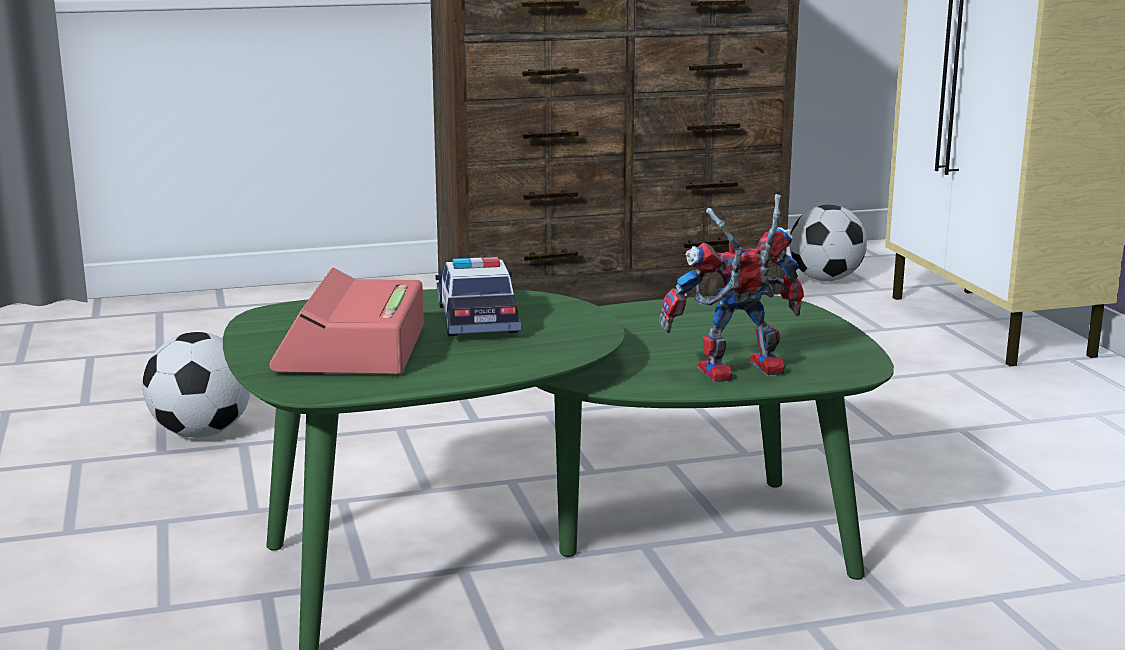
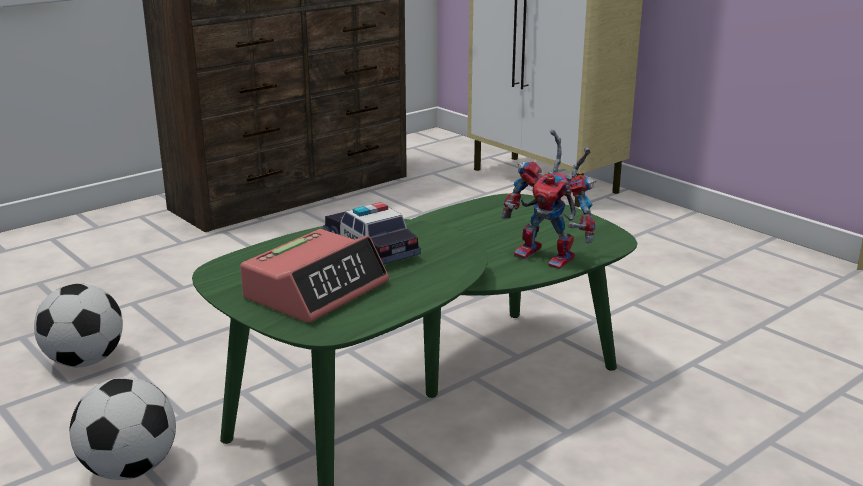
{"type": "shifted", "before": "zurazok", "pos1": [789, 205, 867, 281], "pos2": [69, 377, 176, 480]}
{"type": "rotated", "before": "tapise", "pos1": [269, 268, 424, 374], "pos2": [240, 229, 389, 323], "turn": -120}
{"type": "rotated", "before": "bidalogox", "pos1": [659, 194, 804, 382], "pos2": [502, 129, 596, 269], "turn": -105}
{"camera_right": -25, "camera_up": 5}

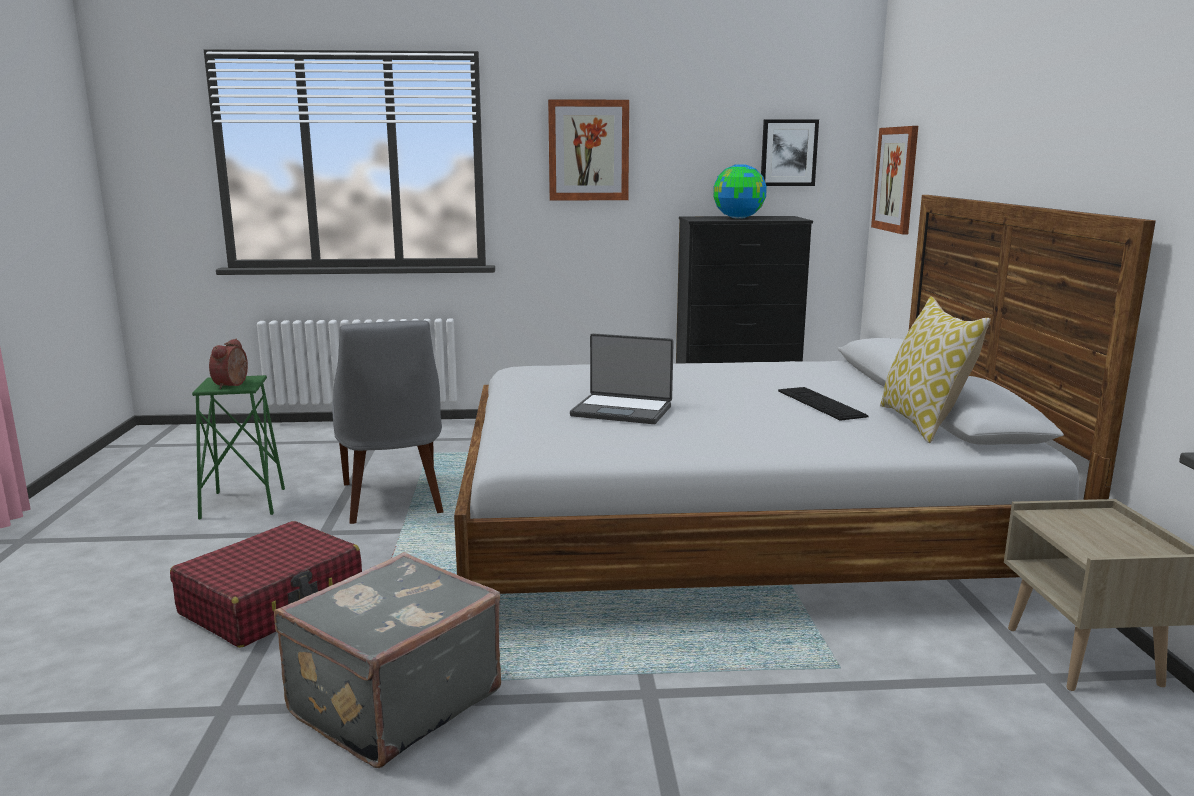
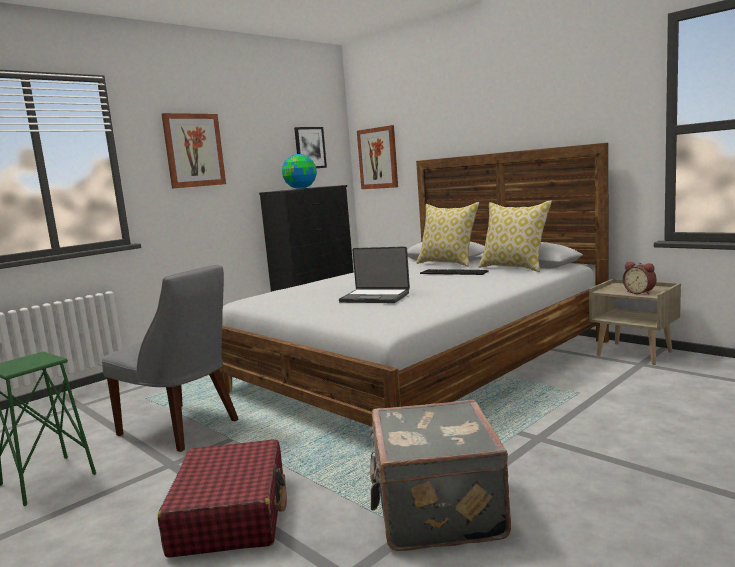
{"type": "new", "after": "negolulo", "pos2": [417, 202, 479, 267]}
{"type": "shifted", "before": "tapise", "pos1": [209, 339, 248, 389], "pos2": [623, 262, 656, 295]}
{"type": "rotated", "before": "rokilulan", "pos1": [570, 333, 674, 424], "pos2": [339, 246, 410, 303], "turn": 45}
{"camera_right": -40, "camera_up": -5}

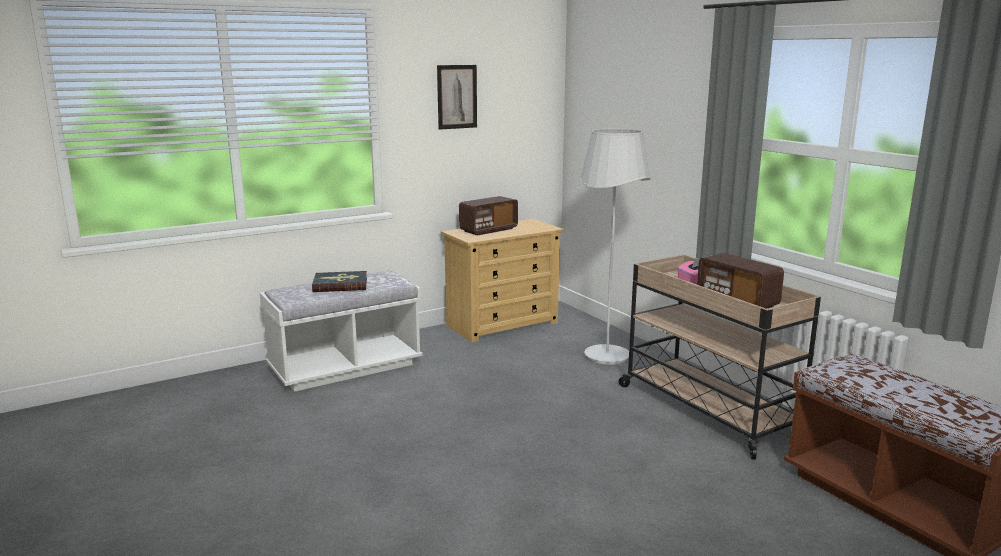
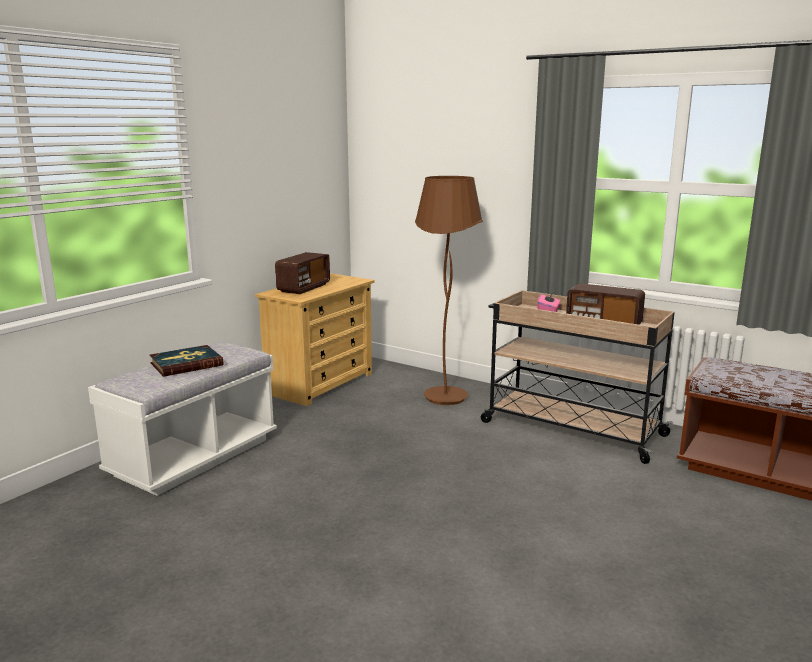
{"type": "gone", "before": "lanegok", "pos1": [437, 65, 477, 130]}
{"type": "repainted", "before": "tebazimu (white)", "after": "tebazimu (brown)", "pos1": [580, 129, 650, 365], "pos2": [415, 176, 483, 405]}
{"camera_right": -25, "camera_up": 0}

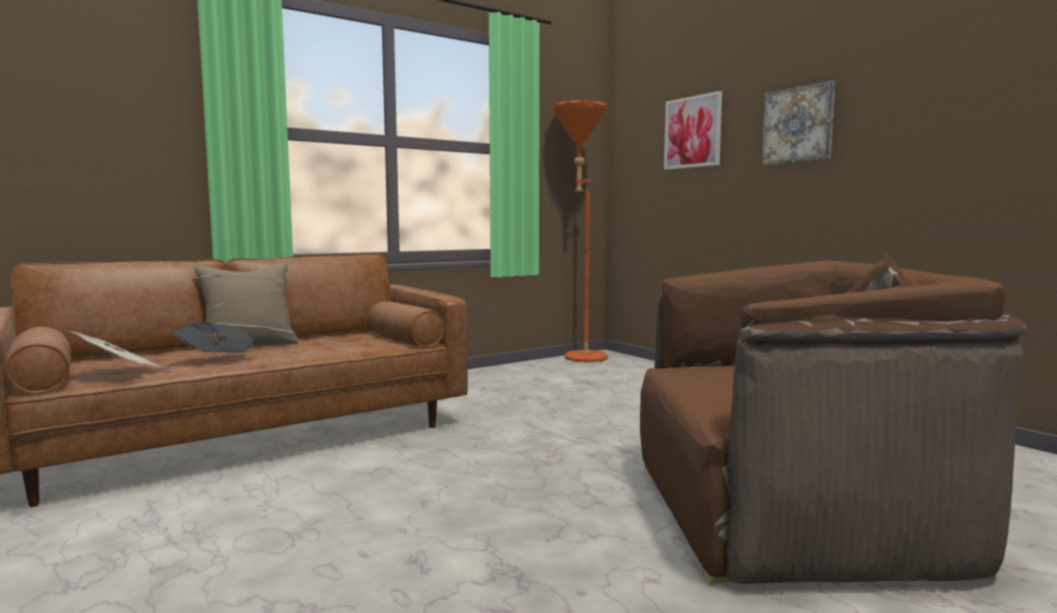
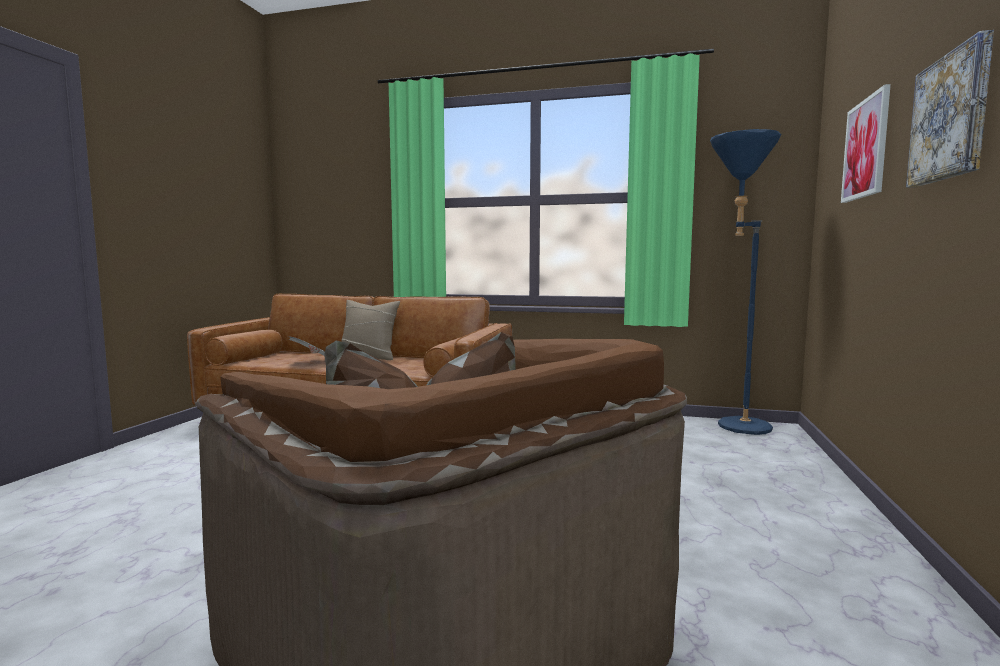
{"type": "gone", "before": "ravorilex", "pos1": [64, 330, 169, 369]}
{"type": "repainted", "before": "tebazimu (orange)", "after": "tebazimu (blue)", "pos1": [552, 101, 608, 362], "pos2": [710, 129, 781, 435]}
{"camera_right": 50, "camera_up": 0}

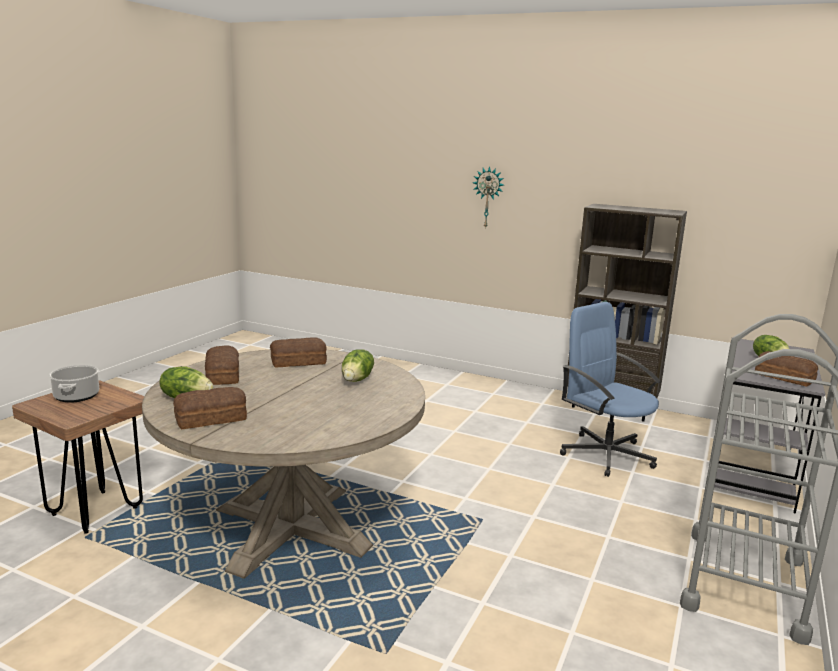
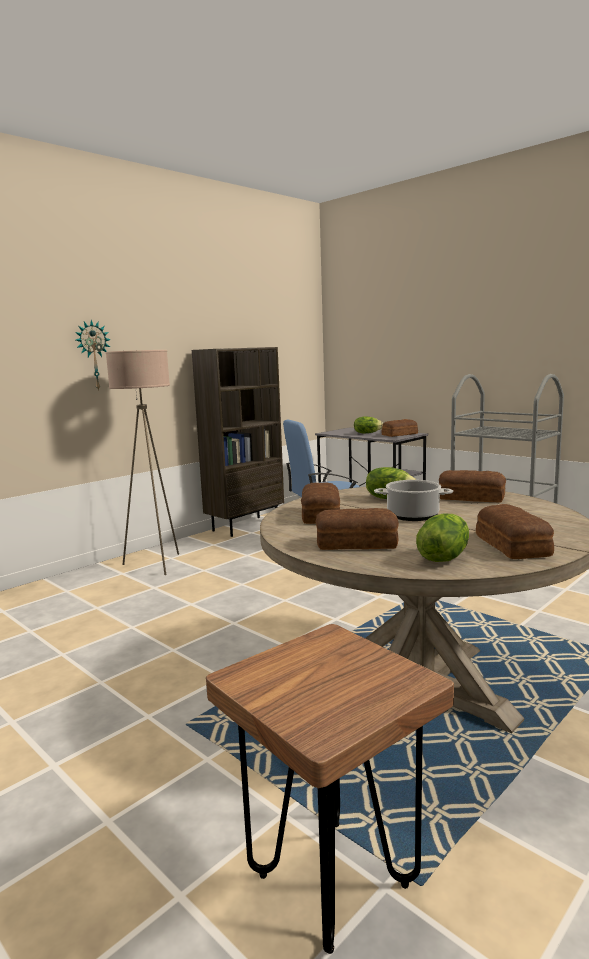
{"type": "new", "after": "tebazimu (beige)", "pos2": [106, 350, 179, 575]}
{"type": "new", "after": "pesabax", "pos2": [439, 470, 506, 502]}
{"type": "shifted", "before": "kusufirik", "pos1": [49, 365, 99, 403], "pos2": [374, 480, 453, 521]}
{"camera_right": -70, "camera_up": -5}

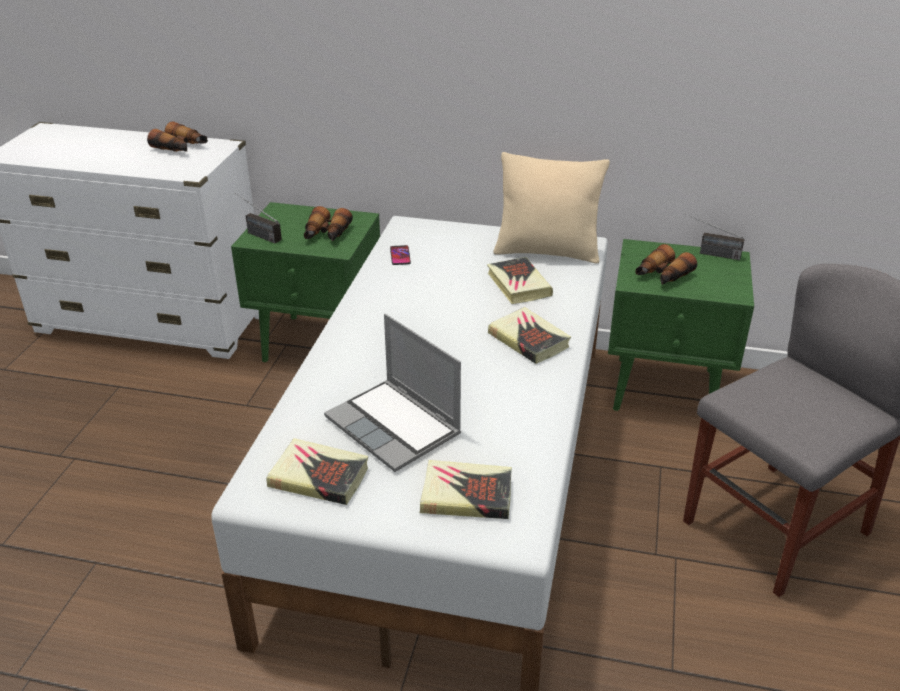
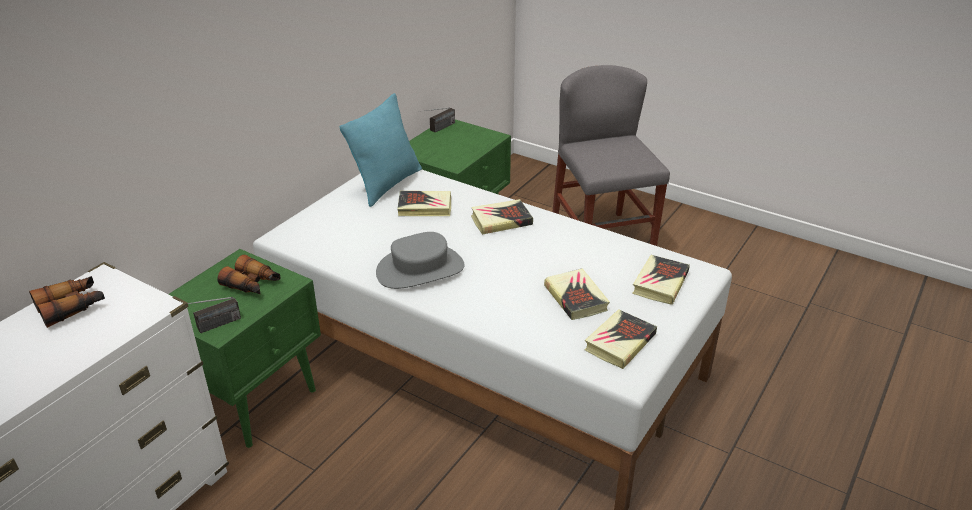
{"type": "gone", "before": "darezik", "pos1": [390, 245, 411, 265]}
{"type": "gone", "before": "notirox", "pos1": [635, 244, 697, 285]}
{"type": "new", "after": "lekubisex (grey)", "pos2": [376, 232, 465, 289]}
{"type": "swapped", "before": "rokilulan", "after": "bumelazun", "pos1": [324, 314, 461, 472], "pos2": [544, 268, 610, 320]}
{"type": "repainted", "before": "negolulo (beige)", "after": "negolulo (turquoise)", "pos1": [493, 152, 610, 264], "pos2": [340, 93, 422, 207]}
{"camera_right": -70, "camera_up": 0}

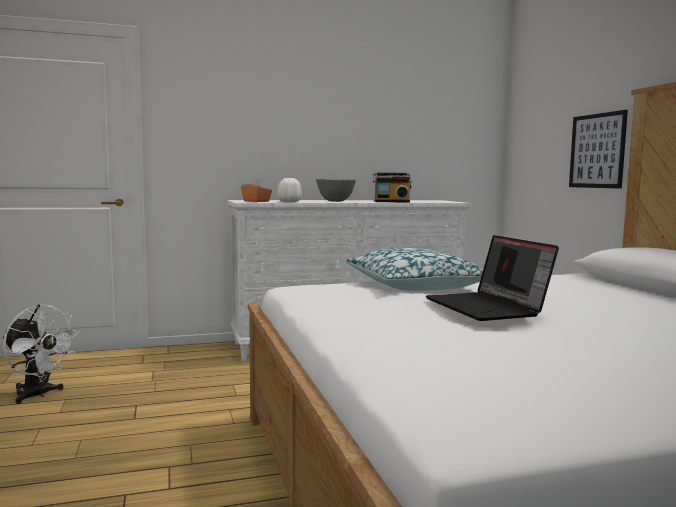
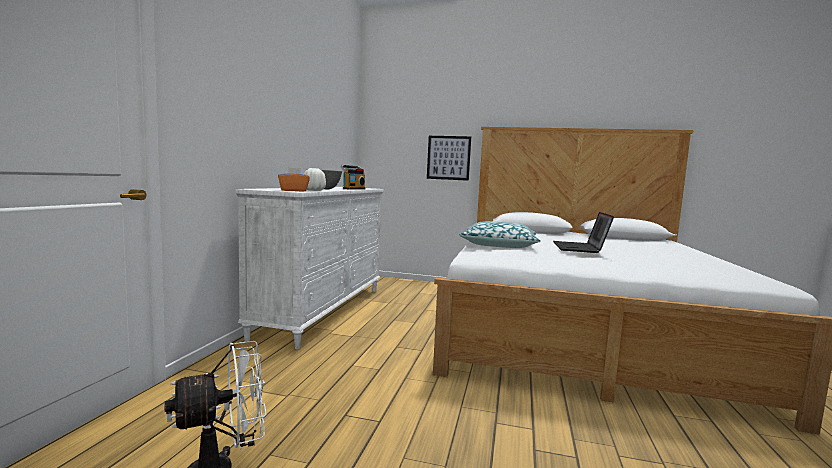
{"type": "rotated", "before": "rokilulan", "pos1": [426, 235, 559, 321], "pos2": [553, 212, 614, 253], "turn": 90}
{"camera_right": -60, "camera_up": 0}

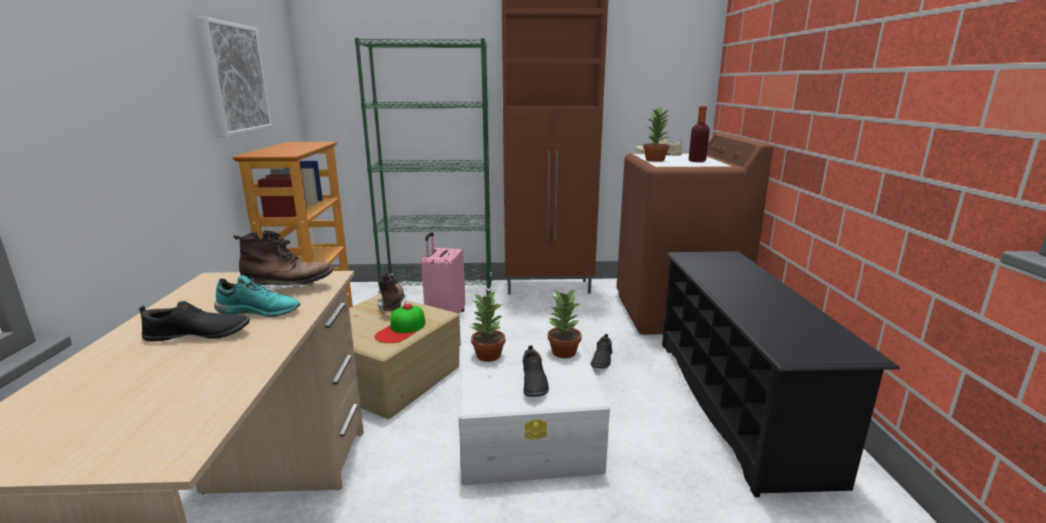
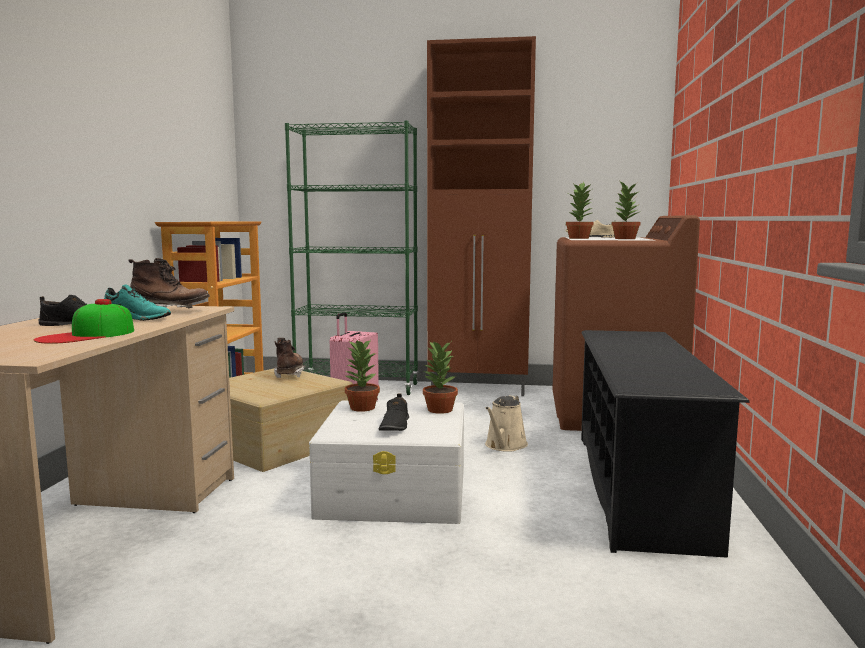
{"type": "gone", "before": "lanegok", "pos1": [197, 17, 272, 137]}
{"type": "shifted", "before": "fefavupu", "pos1": [375, 304, 425, 343], "pos2": [33, 299, 134, 344]}
{"type": "swapped", "before": "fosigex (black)", "after": "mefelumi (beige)", "pos1": [591, 334, 613, 368], "pos2": [485, 395, 528, 452]}
{"type": "swapped", "before": "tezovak", "after": "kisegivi", "pos1": [689, 106, 710, 162], "pos2": [612, 180, 641, 239]}
{"camera_right": 10, "camera_up": -10}

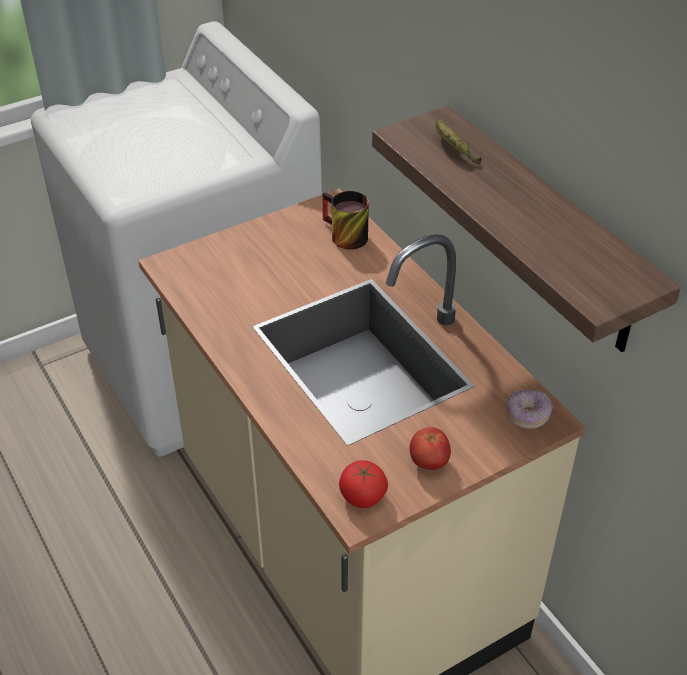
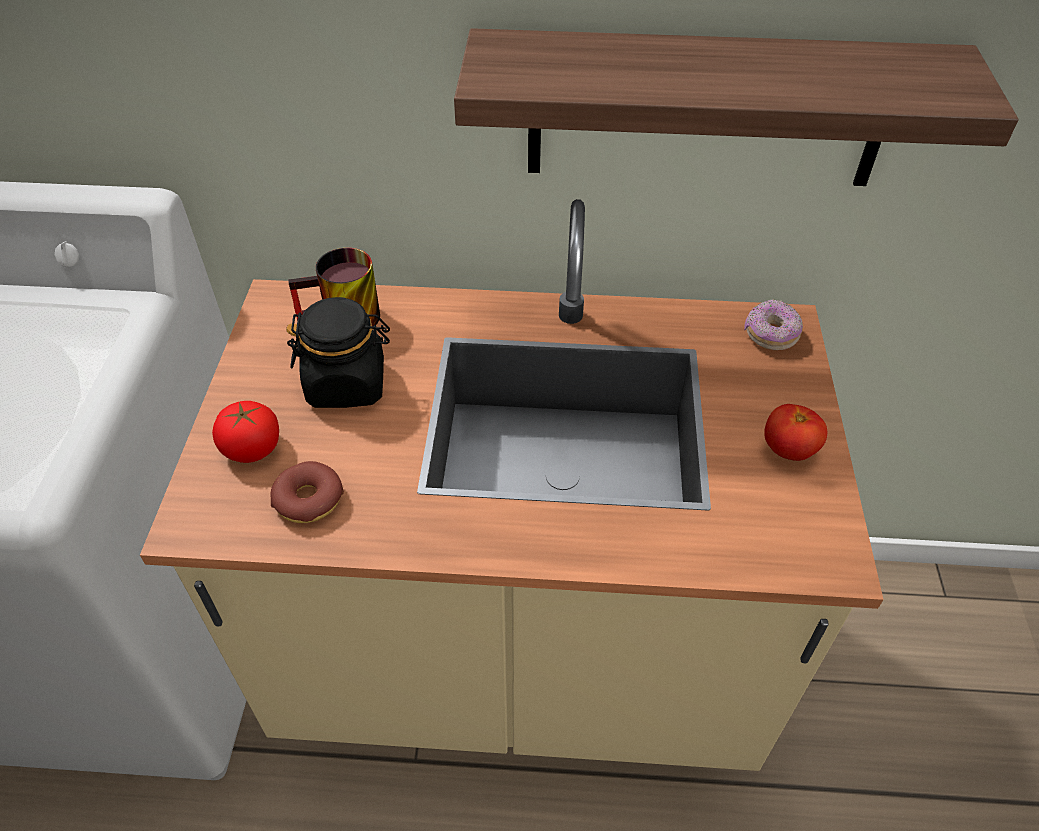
{"type": "gone", "before": "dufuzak", "pos1": [436, 119, 482, 165]}
{"type": "new", "after": "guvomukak", "pos2": [271, 461, 344, 523]}
{"type": "new", "after": "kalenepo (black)", "pos2": [286, 297, 390, 408]}
{"type": "shifted", "before": "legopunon", "pos1": [339, 460, 388, 508], "pos2": [212, 401, 279, 463]}
{"camera_right": -55, "camera_up": 5}

